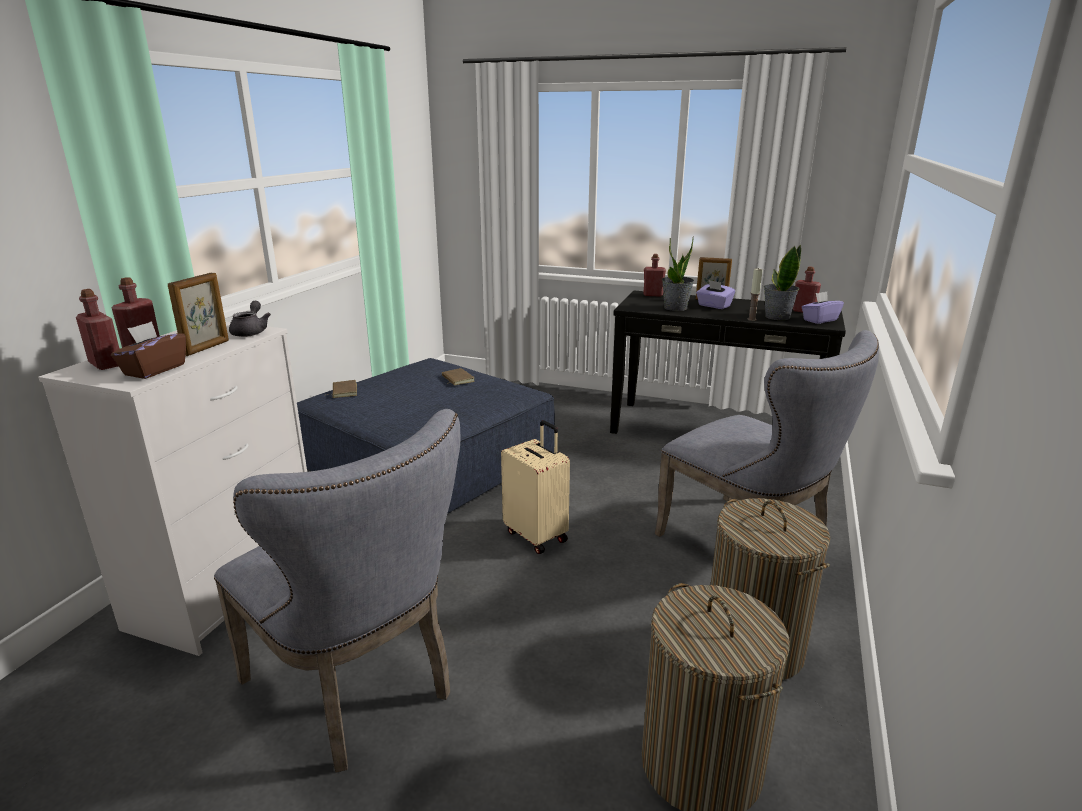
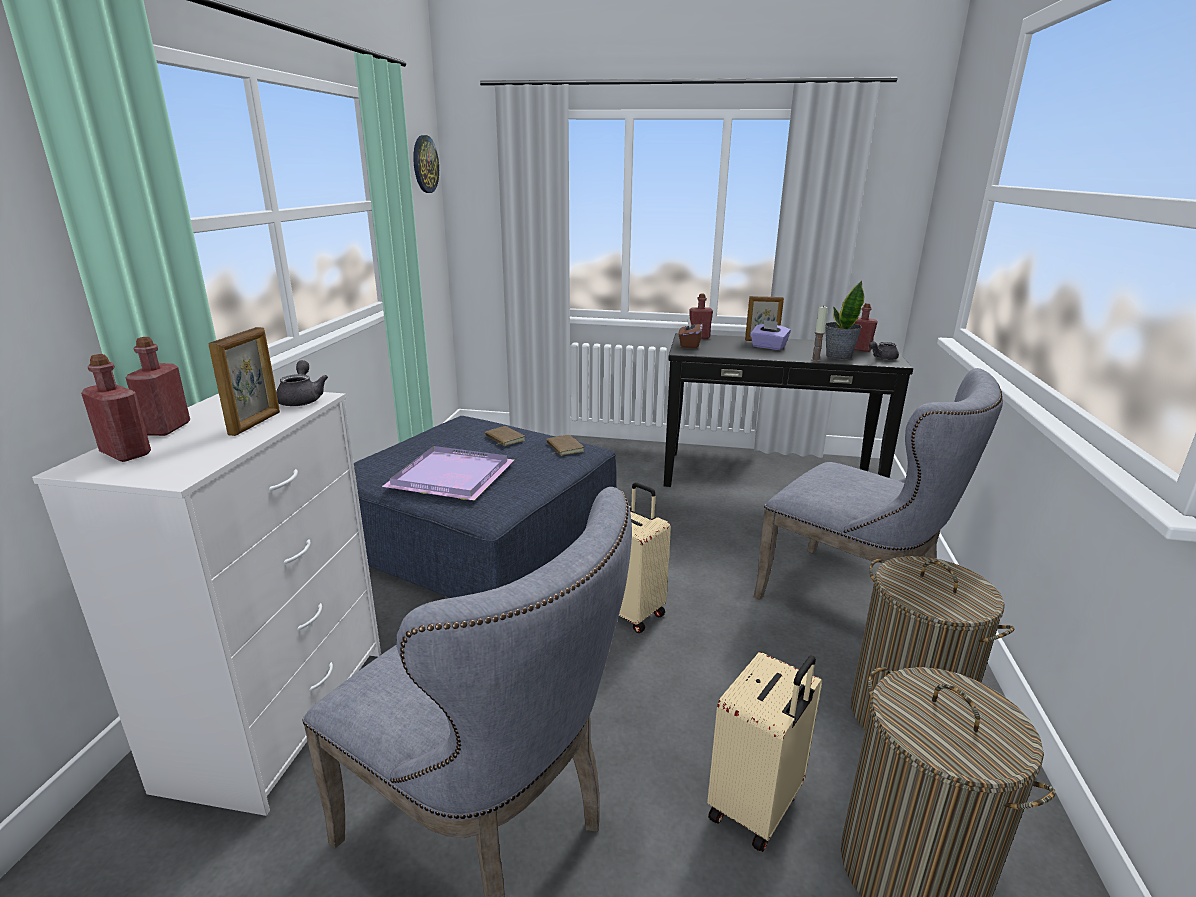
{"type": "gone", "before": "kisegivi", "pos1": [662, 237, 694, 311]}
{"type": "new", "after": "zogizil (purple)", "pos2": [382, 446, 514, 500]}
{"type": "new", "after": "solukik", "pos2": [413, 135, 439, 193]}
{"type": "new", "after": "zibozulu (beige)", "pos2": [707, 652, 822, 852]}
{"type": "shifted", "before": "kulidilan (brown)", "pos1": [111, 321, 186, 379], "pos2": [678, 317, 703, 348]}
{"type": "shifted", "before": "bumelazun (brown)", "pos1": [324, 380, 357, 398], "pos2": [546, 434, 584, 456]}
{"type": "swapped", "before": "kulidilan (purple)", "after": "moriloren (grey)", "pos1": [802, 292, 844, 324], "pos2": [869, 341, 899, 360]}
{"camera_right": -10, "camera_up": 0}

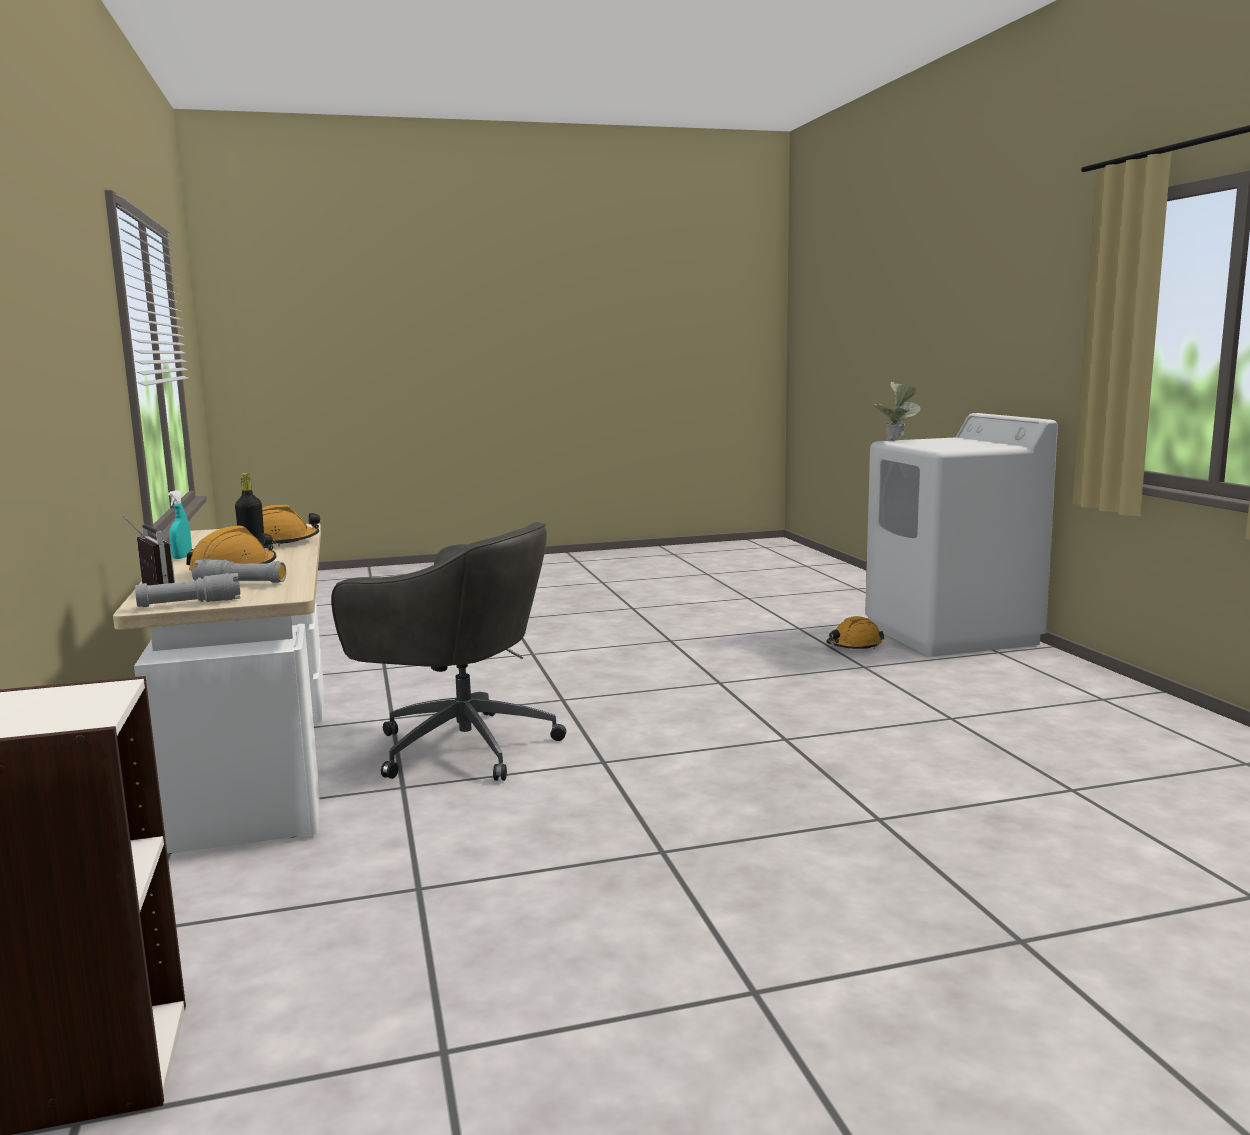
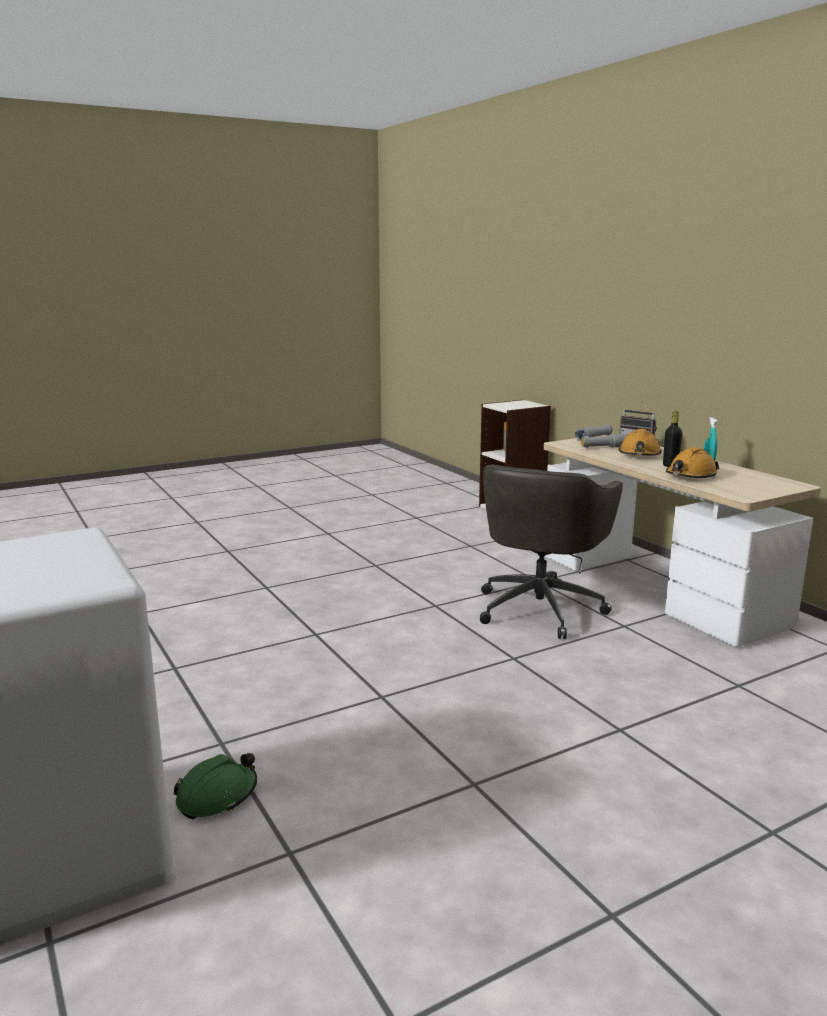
{"type": "gone", "before": "kisegivi", "pos1": [873, 382, 921, 441]}
{"type": "repainted", "before": "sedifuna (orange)", "after": "sedifuna (green)", "pos1": [826, 616, 884, 649], "pos2": [174, 753, 257, 819]}
{"type": "rotated", "before": "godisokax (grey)", "pos1": [331, 522, 566, 781], "pos2": [480, 465, 623, 639], "turn": -75}
{"camera_right": 165, "camera_up": 5}

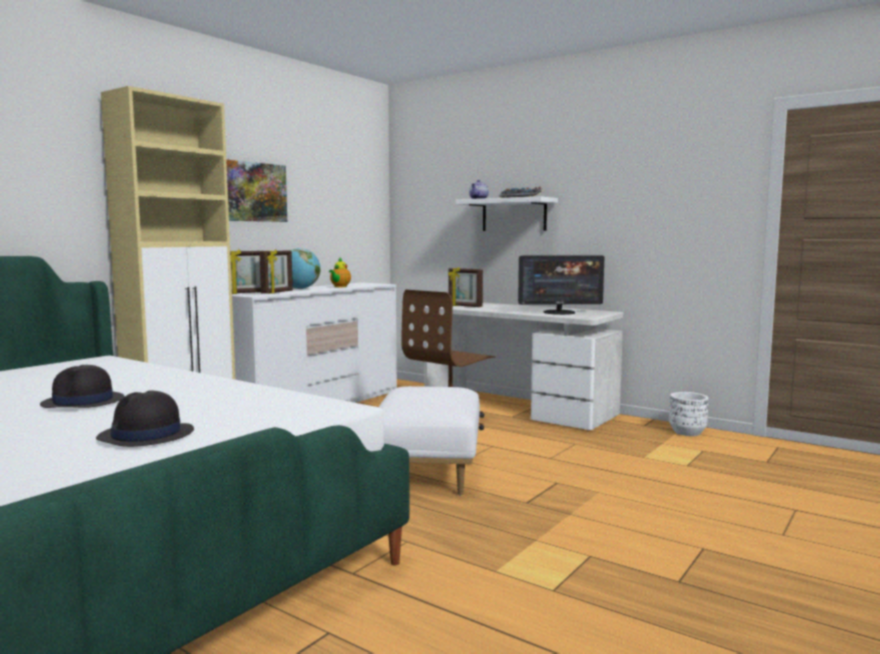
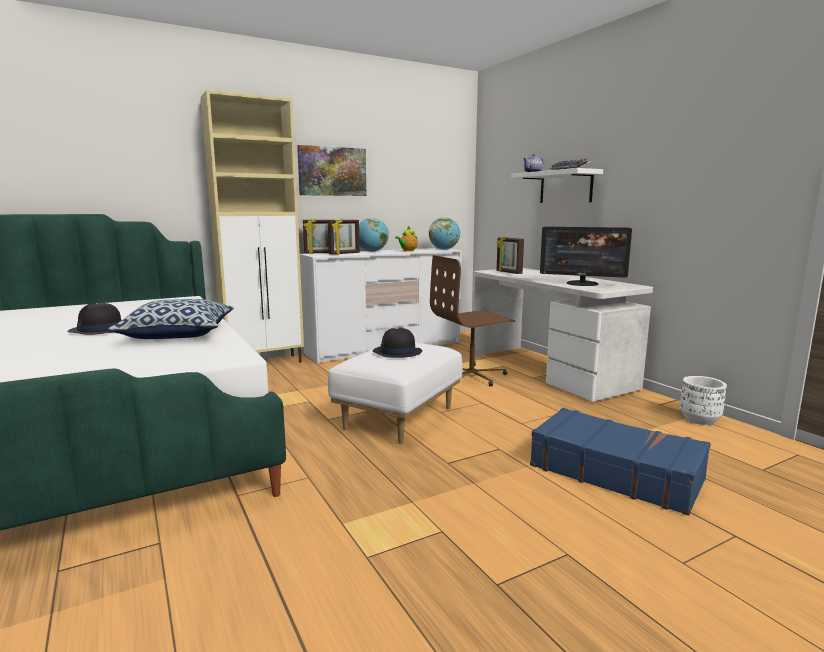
{"type": "new", "after": "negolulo", "pos2": [107, 299, 234, 339]}
{"type": "new", "after": "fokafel", "pos2": [429, 217, 460, 250]}
{"type": "new", "after": "zibozulu (blue)", "pos2": [530, 408, 711, 516]}
{"type": "shifted", "before": "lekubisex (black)", "pos1": [96, 391, 194, 447], "pos2": [373, 328, 422, 358]}
{"camera_right": 25, "camera_up": 5}

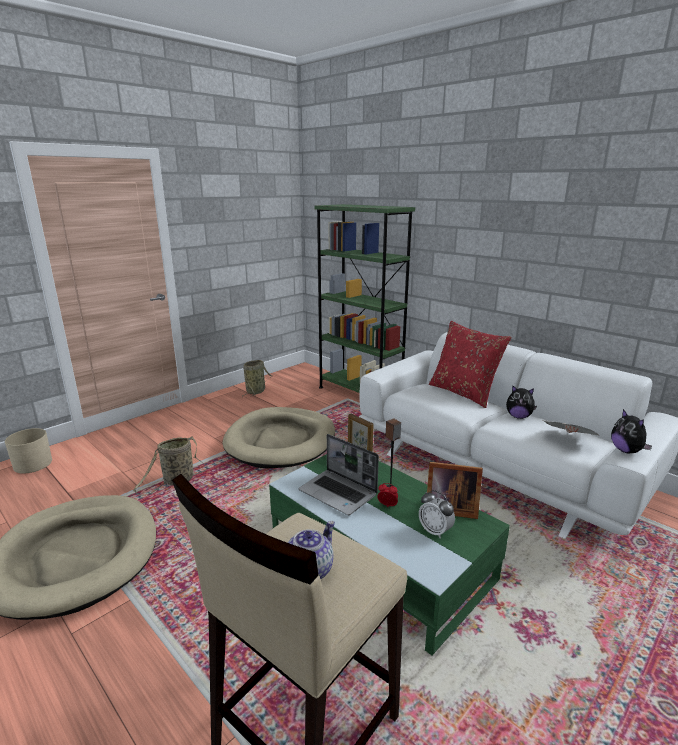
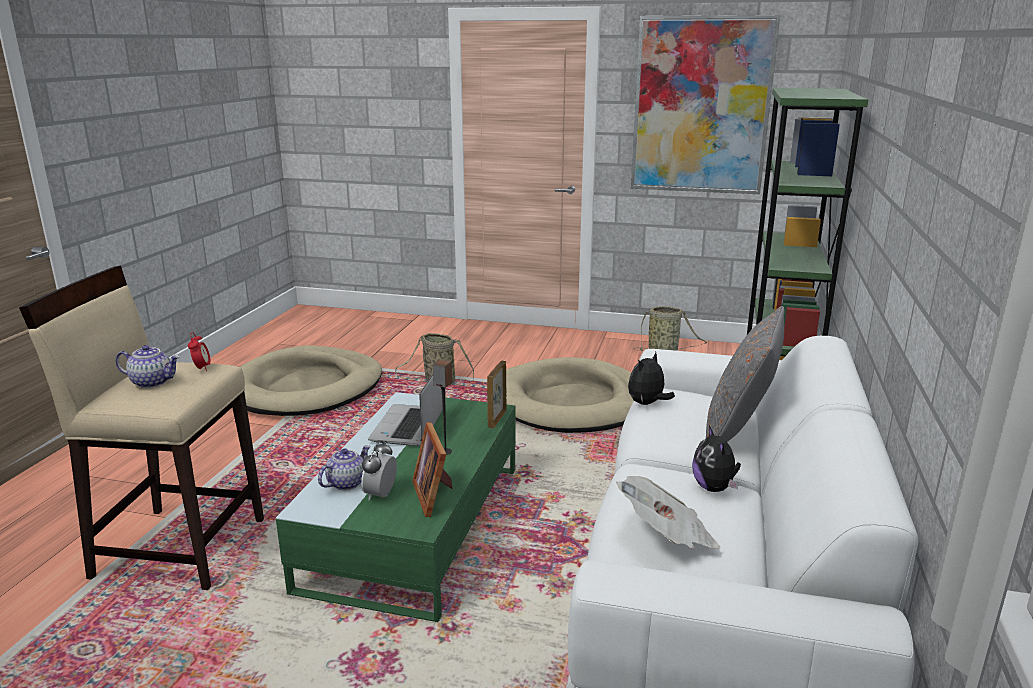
{"type": "gone", "before": "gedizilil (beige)", "pos1": [5, 428, 52, 474]}
{"type": "new", "after": "moriloren", "pos2": [318, 445, 371, 490]}
{"type": "new", "after": "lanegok", "pos2": [631, 15, 780, 194]}
{"type": "shifted", "before": "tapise", "pos1": [377, 483, 398, 507], "pos2": [188, 332, 210, 371]}
{"type": "shifted", "before": "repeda", "pos1": [611, 409, 652, 453], "pos2": [628, 352, 675, 405]}
{"type": "repainted", "before": "negolulo (red)", "after": "negolulo (grey)", "pos1": [429, 321, 511, 408], "pos2": [706, 306, 784, 442]}
{"camera_right": 60, "camera_up": 0}

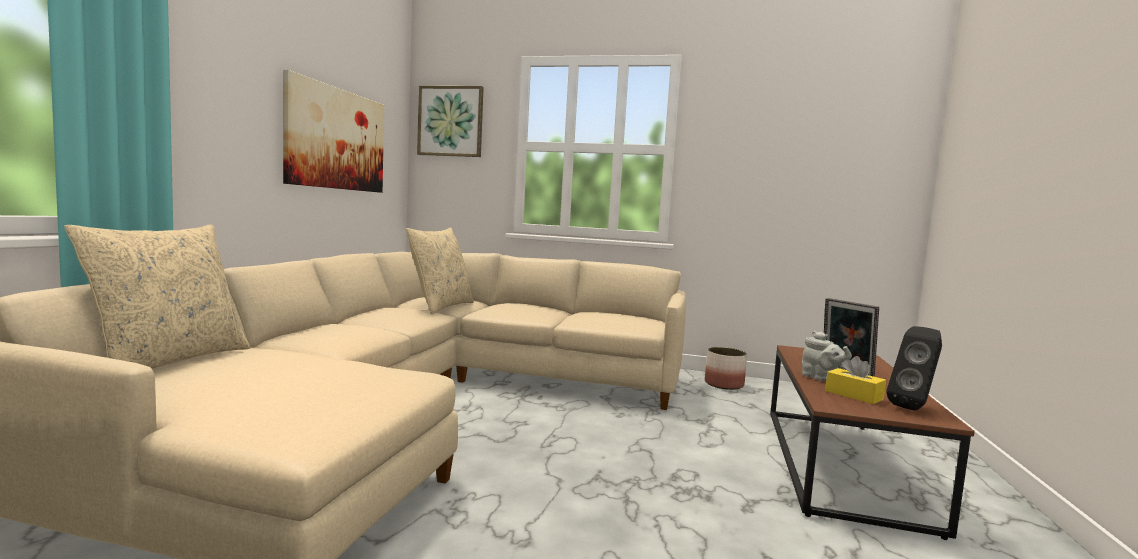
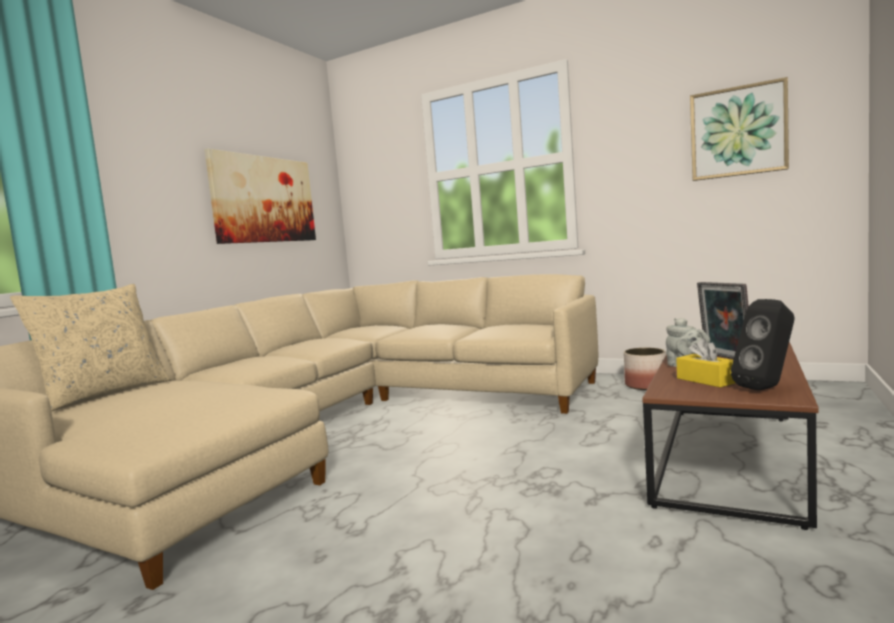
{"type": "gone", "before": "negolulo (beige)", "pos1": [406, 227, 474, 314]}
{"type": "shifted", "before": "lanegok", "pos1": [417, 86, 484, 157], "pos2": [690, 77, 789, 181]}
{"camera_right": 15, "camera_up": 0}

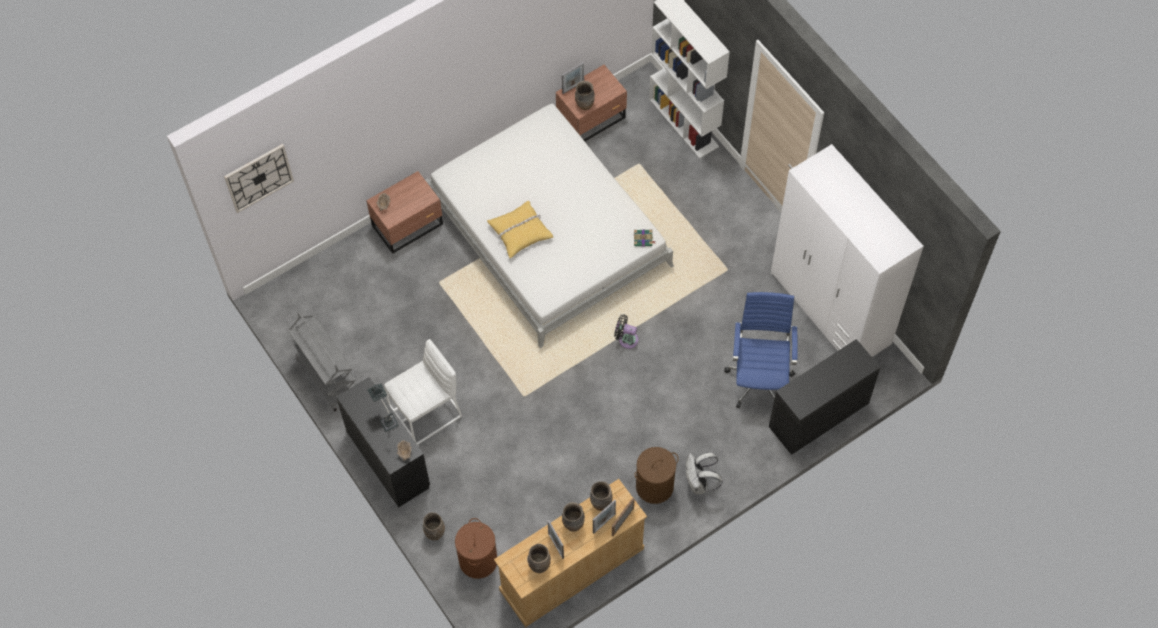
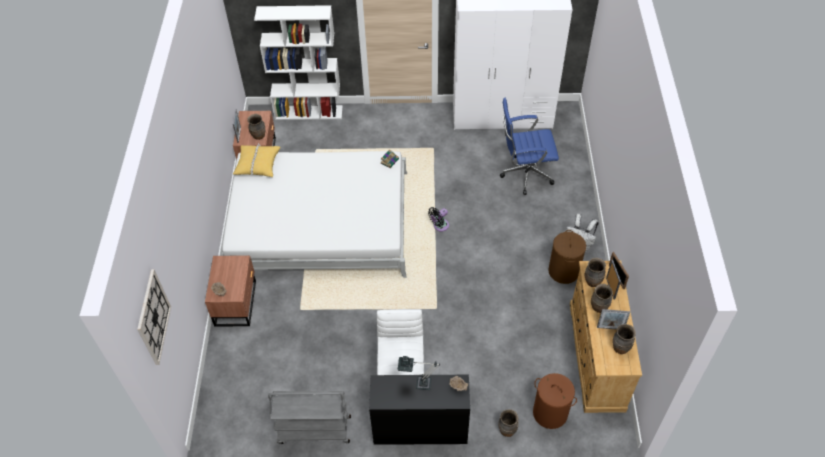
{"type": "gone", "before": "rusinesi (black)", "pos1": [769, 339, 881, 455]}
{"type": "shifted", "before": "negolulo (yellow)", "pos1": [487, 201, 553, 258], "pos2": [233, 143, 280, 177]}
{"type": "rotated", "before": "godisokax (blue)", "pos1": [724, 292, 798, 408], "pos2": [500, 97, 559, 195], "turn": -45}
{"camera_right": -55, "camera_up": -10}

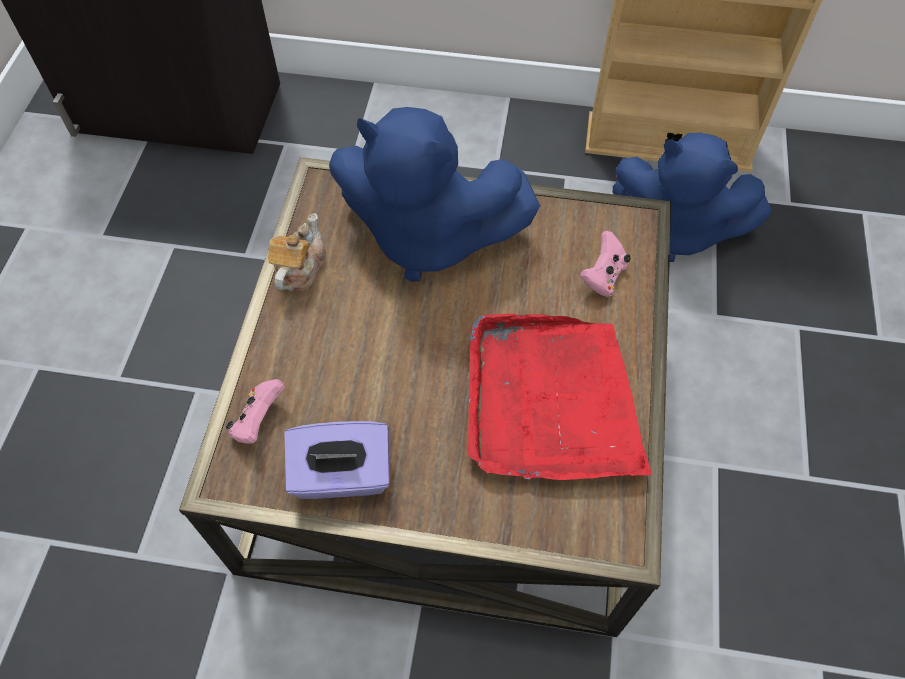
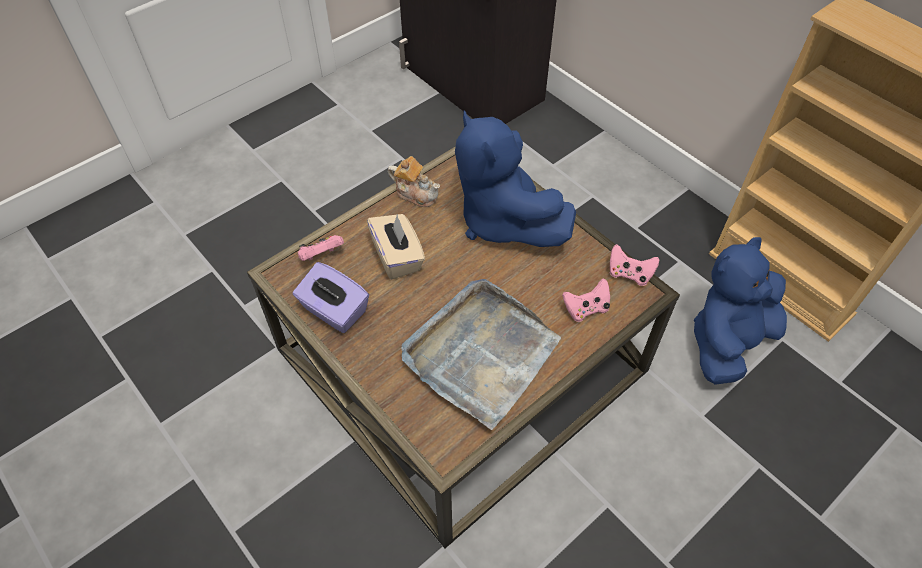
{"type": "new", "after": "kulidilan (beige)", "pos2": [367, 213, 425, 279]}
{"type": "new", "after": "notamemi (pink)", "pos2": [609, 244, 659, 286]}
{"type": "repainted", "before": "zogizil (red)", "after": "zogizil (grey)", "pos1": [468, 314, 652, 480], "pos2": [401, 279, 561, 430]}
{"type": "rotated", "before": "moriloren", "pos1": [268, 213, 326, 292], "pos2": [388, 156, 440, 207], "turn": 60}
{"type": "rotated", "before": "repeda (blue)", "pos1": [613, 133, 771, 262], "pos2": [693, 237, 787, 385], "turn": 75}
{"camera_right": 40, "camera_up": -5}

